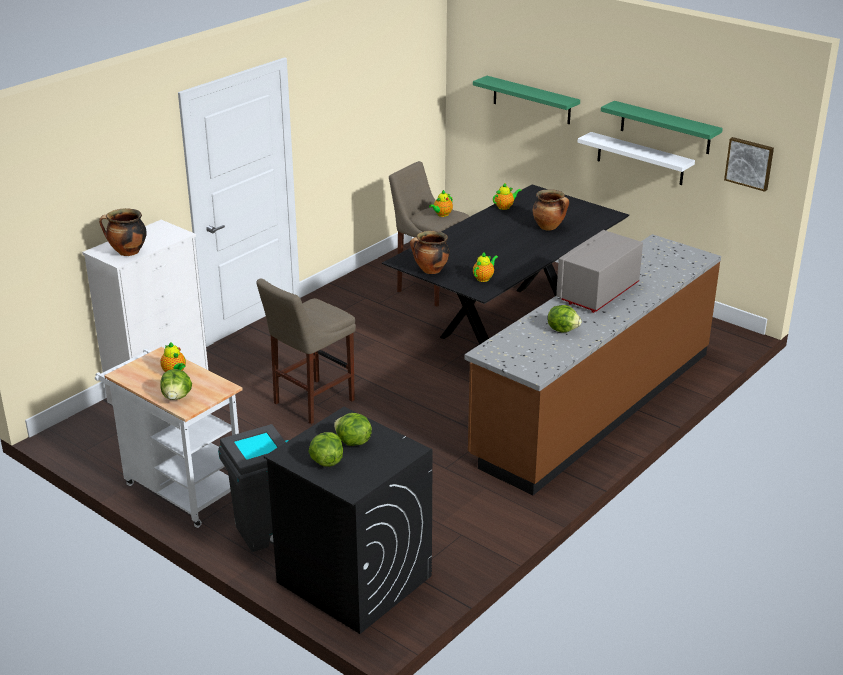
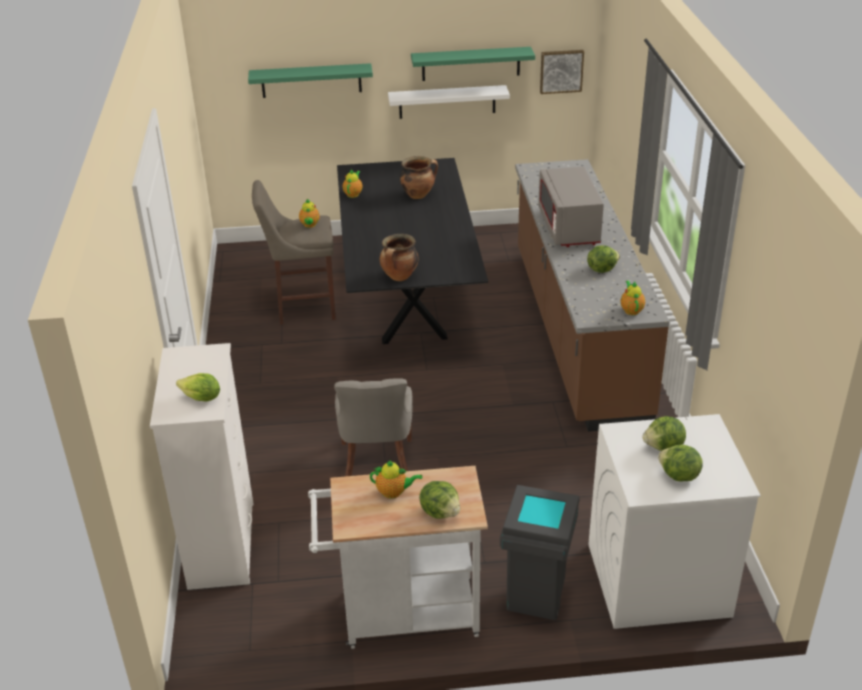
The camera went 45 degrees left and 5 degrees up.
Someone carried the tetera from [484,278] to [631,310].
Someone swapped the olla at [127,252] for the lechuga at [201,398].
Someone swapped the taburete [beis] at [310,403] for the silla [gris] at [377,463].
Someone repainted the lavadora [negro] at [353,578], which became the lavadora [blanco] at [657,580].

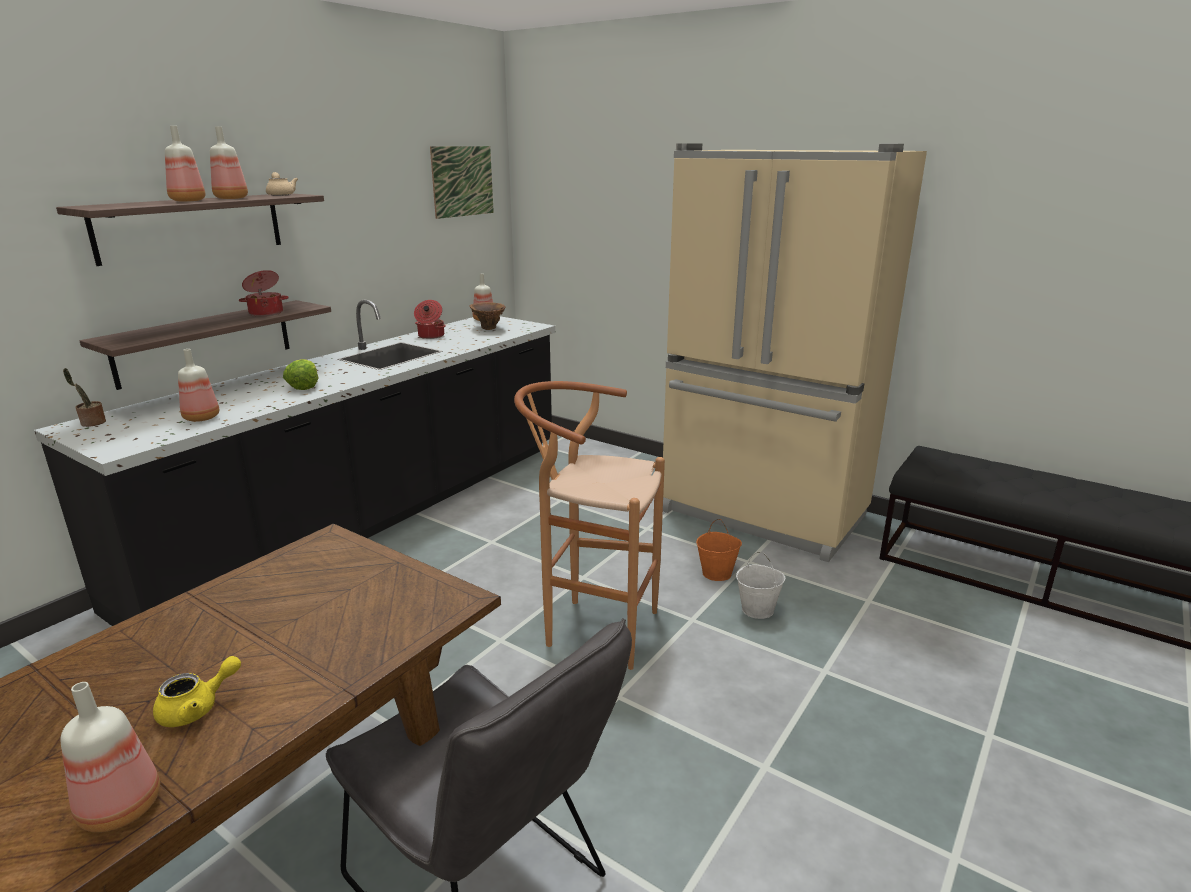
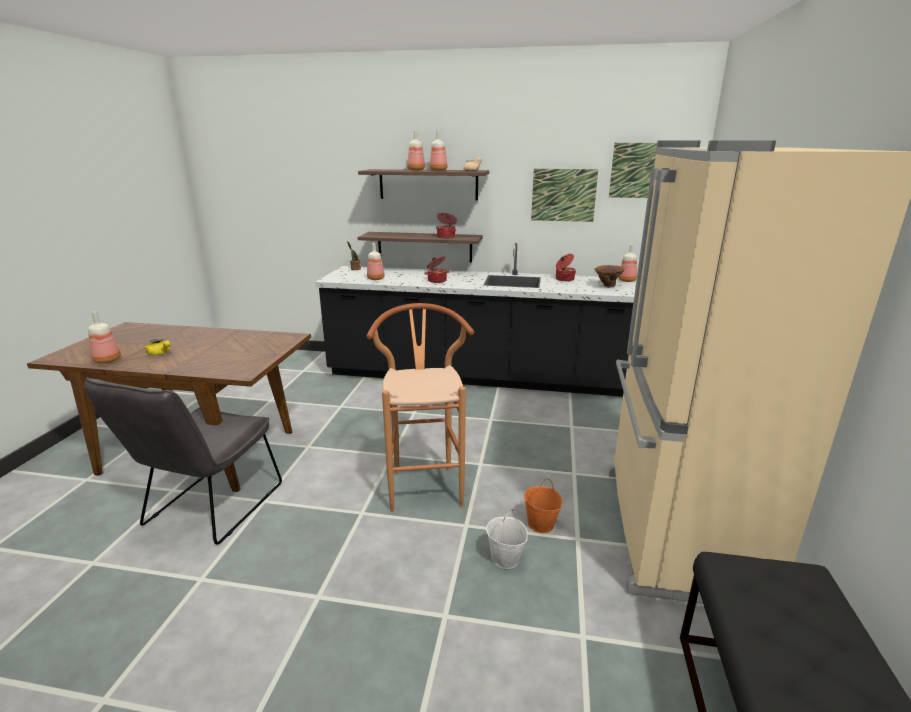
The camera went 65 degrees right and 0 degrees up.
Someone put up the cuadro at [563,195].
Someone swapped the lechuga at [304,386] for the olla at [437,280].

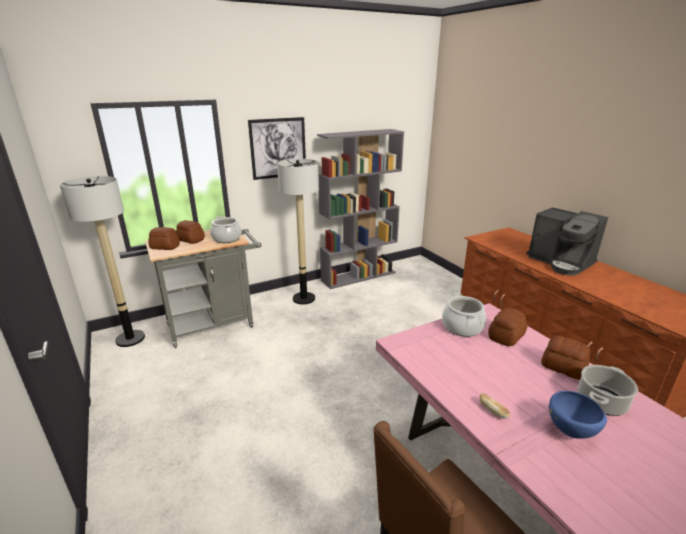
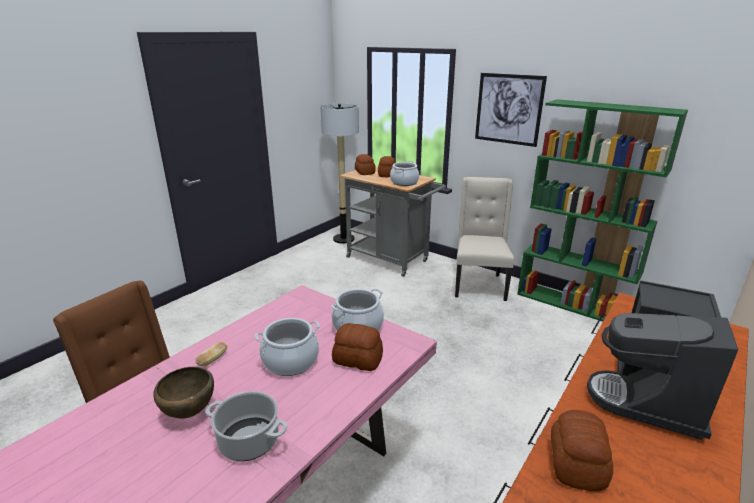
The camera went 65 degrees right and 0 degrees up.
Someone put down the olla at [290,361].
Someone carried the pan from [563,367] to [577,463].
Someone swapped the lámpara de pie at [303,298] for the silla [beis] at [478,285].
Someone repainted the estantería [gris] at [359,276], which became the estantería [verde] at [573,304].
Someone repainted the cuenco [azul] at [570,432], which became the cuenco [marrón] at [189,413].

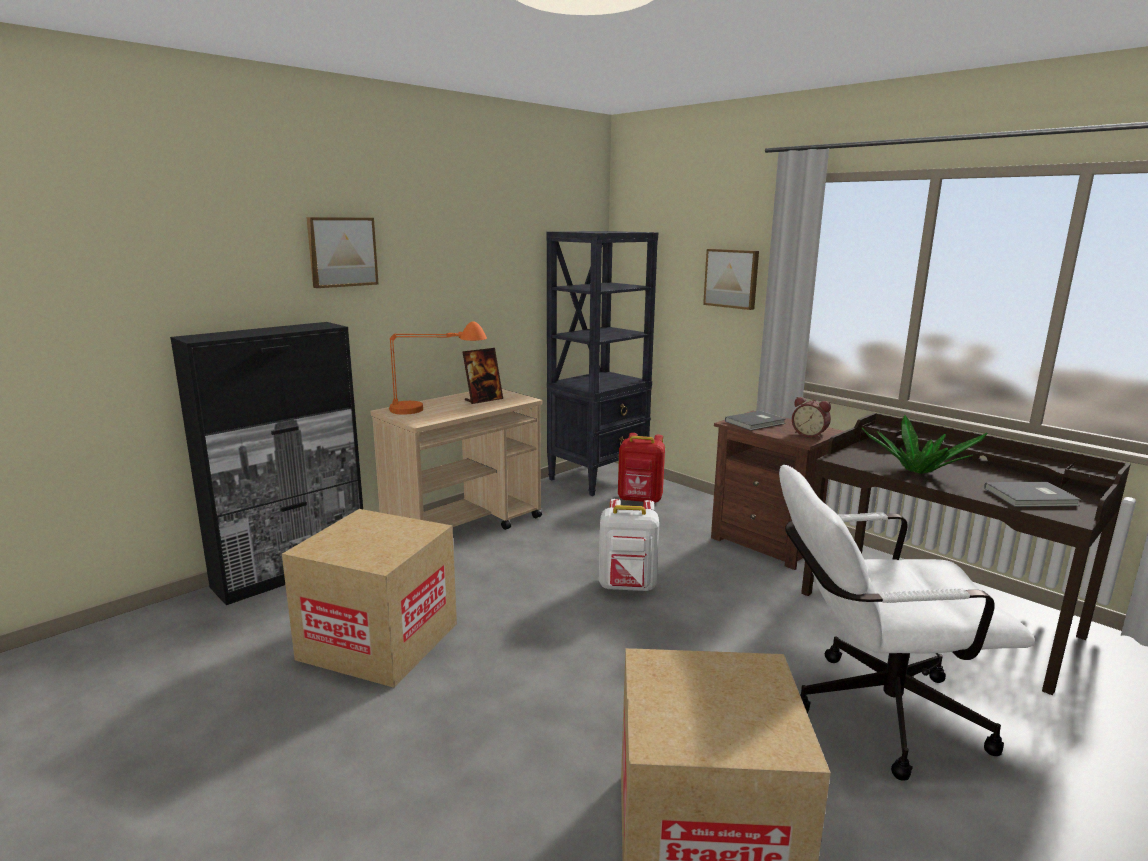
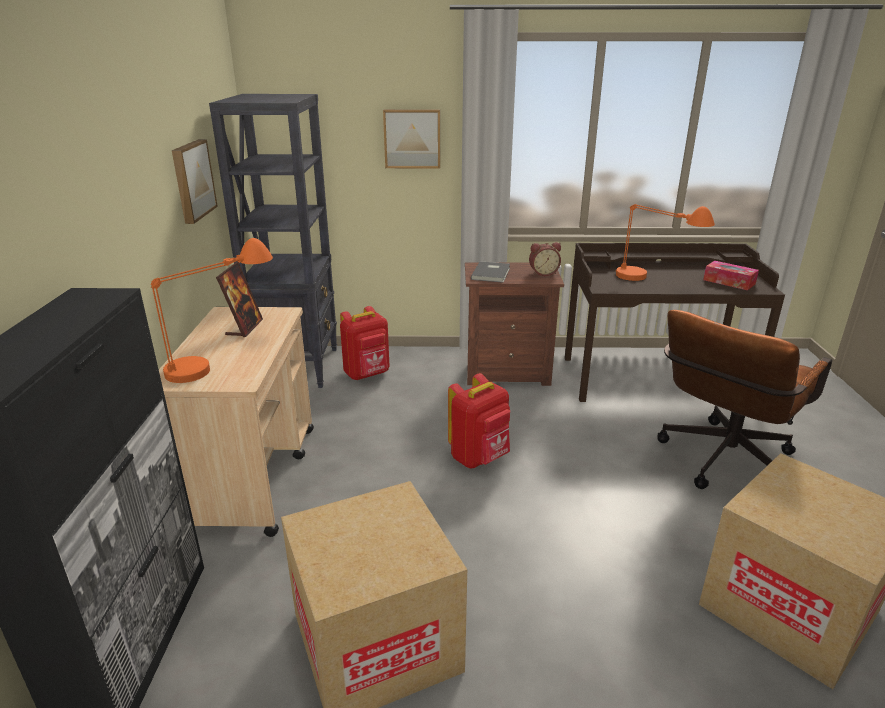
The camera went 45 degrees left and 10 degrees up.
Someone carried the cuadro from [342,252] to [191,180].
Someone swapped the planta en maceta at [917,471] for the lámpara de mesa [naranja] at [653,282].
Someone swapped the libro [gris] at [1032,497] for the caja de pañuelos at [729,282].
Someone repainted the mochila [blanco] at [627,587], which became the mochila [rojo] at [479,457].
Someone repainted the silla de oficina [blanco] at [870,712], which became the silla de oficina [marrón] at [721,464].

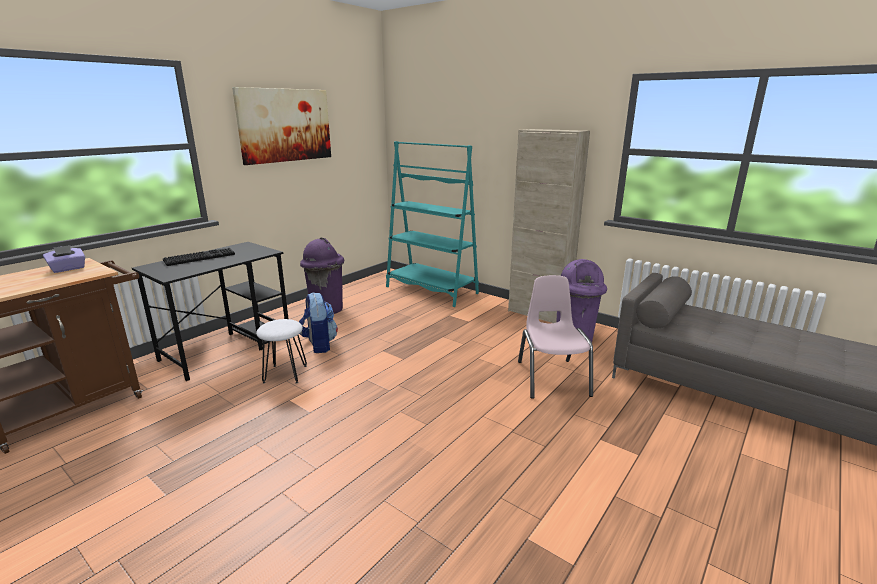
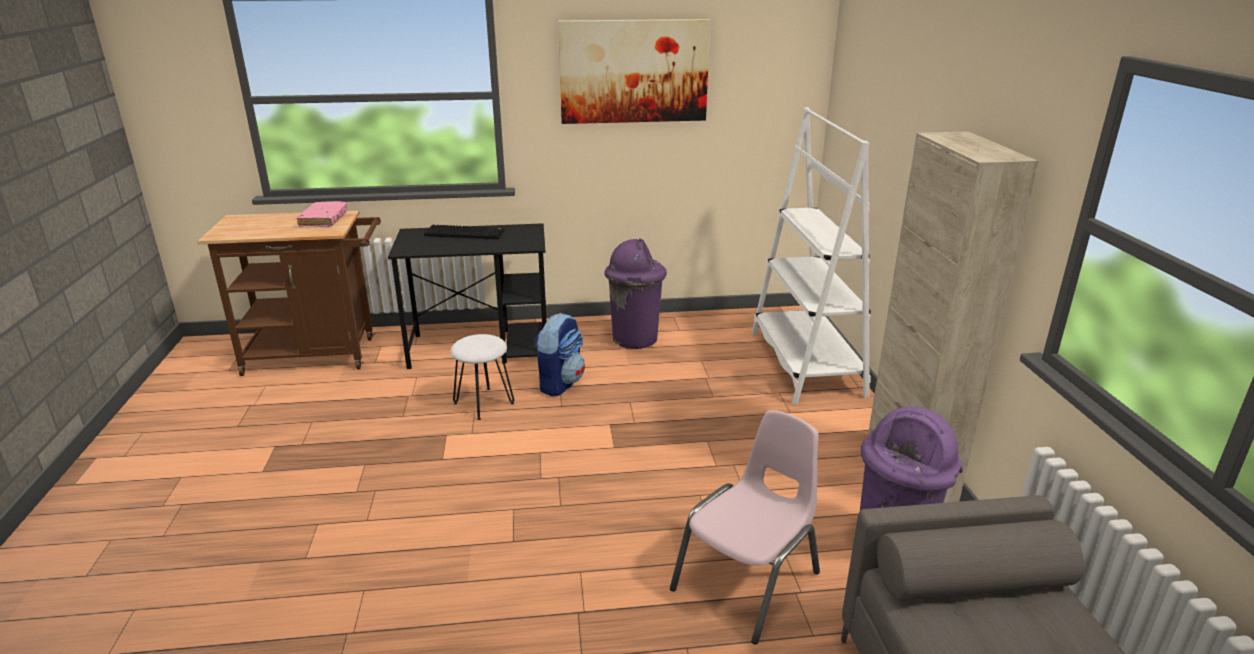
The camera went 45 degrees right and 5 degrees up.
Someone swapped the caja de pañuelos [morado] at [68,269] for the libro [rosa] at [324,220].
Someone repainted the estantería [turquesa] at [431,290], which became the estantería [blanco] at [805,363].

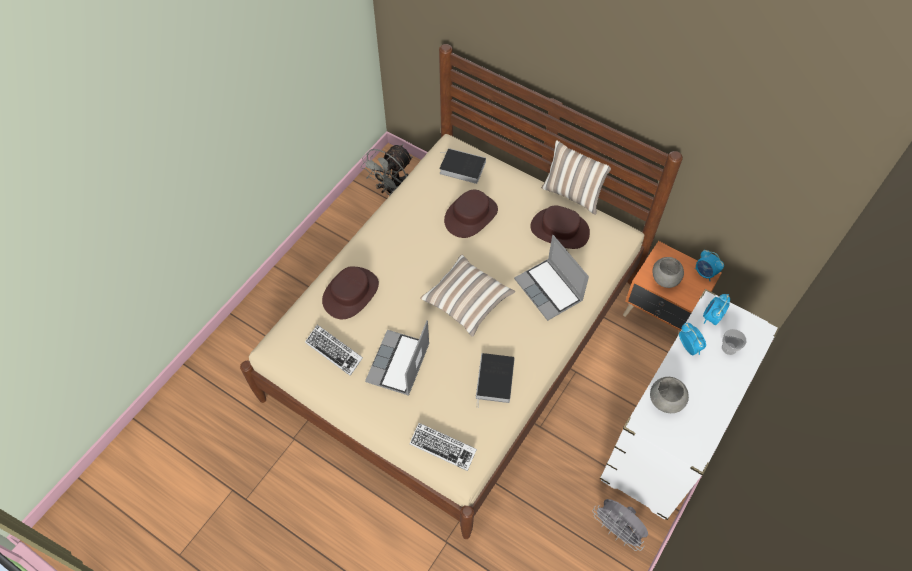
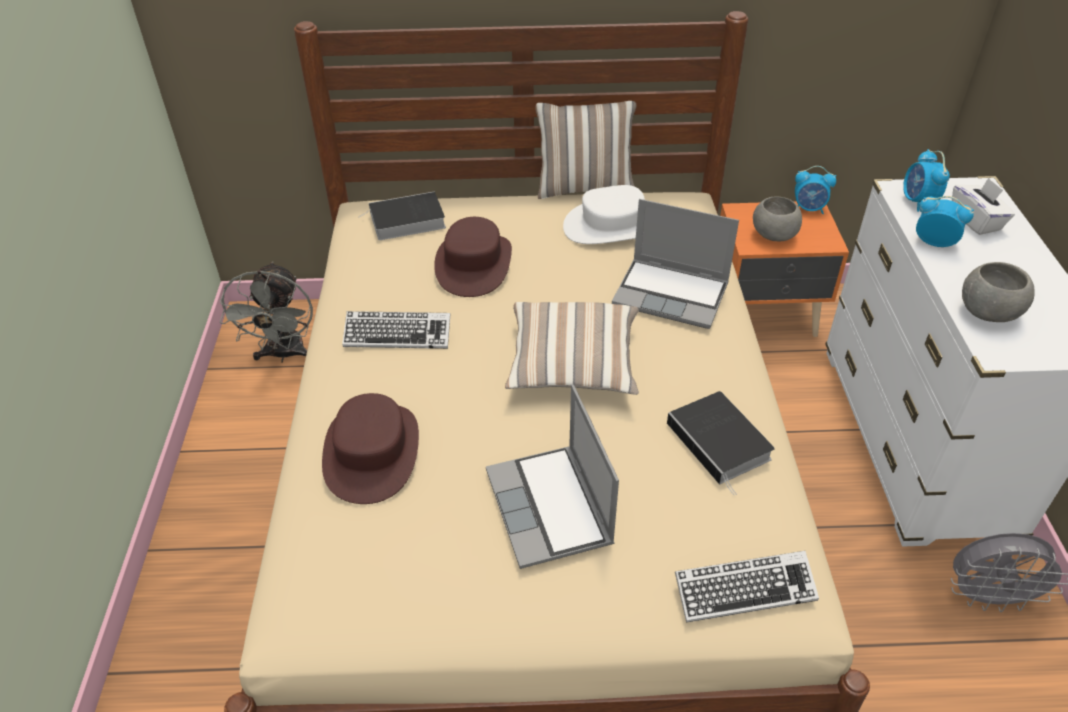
The camera went 35 degrees left and 15 degrees down.
Someone carried the teclado from [334,351] to [397,335].
Someone swapped the taza at [729,348] for the caja de pañuelos [blanco] at [976,221].
Someone repainted the sombrero [marrón] at [559,230], which became the sombrero [blanco] at [612,226].

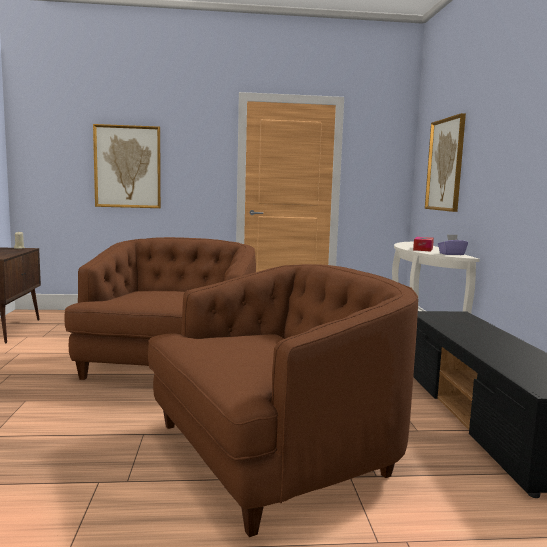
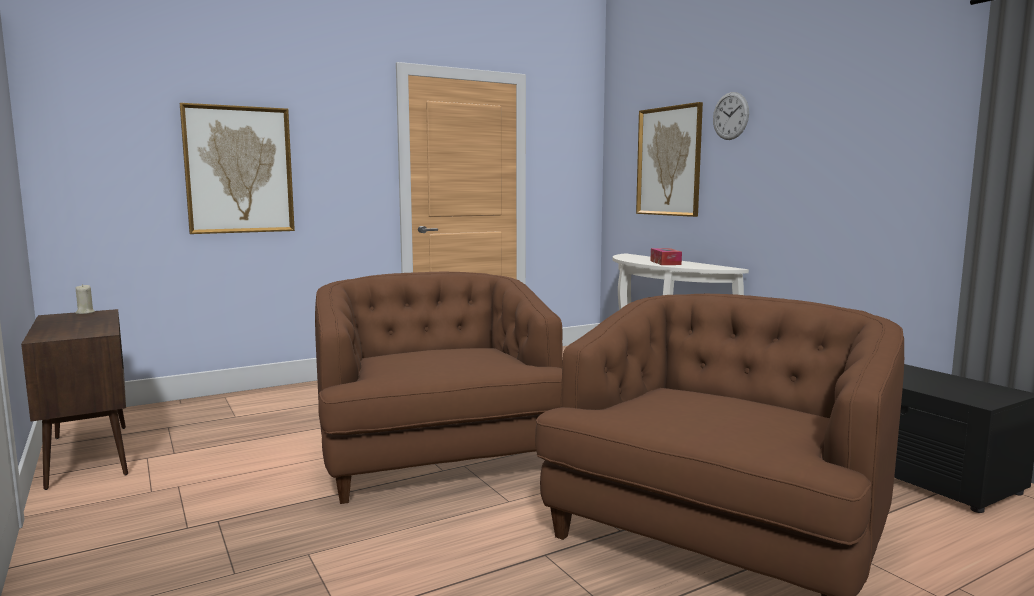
The camera went 25 degrees left and 0 degrees up.
Someone took away the caja de pañuelos [morado] at [451,254].
Someone put up the reloj de pared at [730,116].

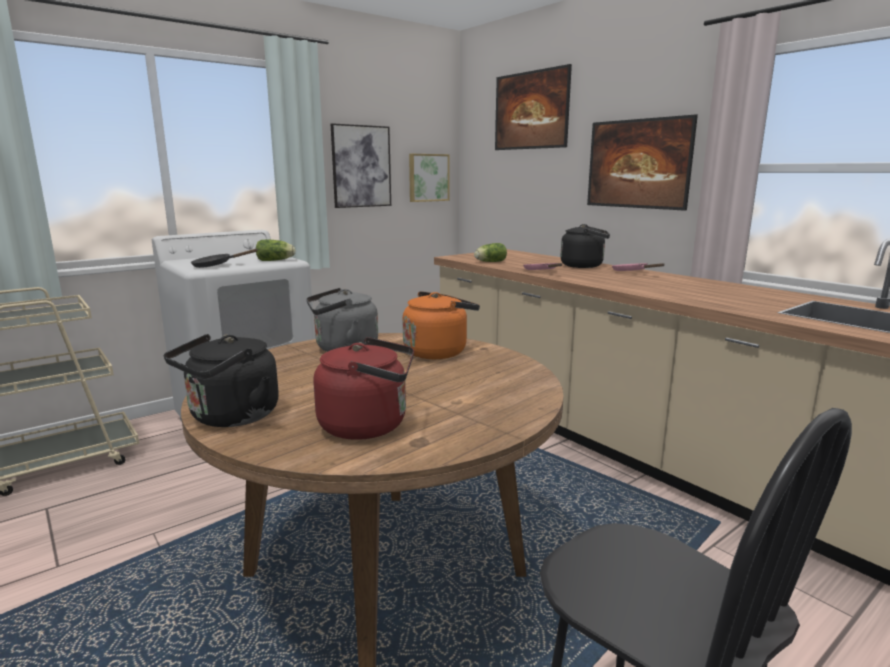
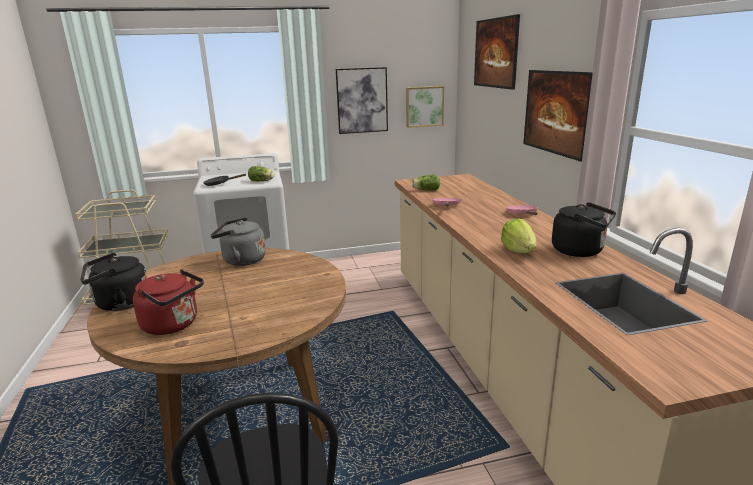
The camera went 25 degrees right and 5 degrees up.
Someone took away the hervidor [naranja] at [438,352].
Someone put down the lechuga at [519,251].
Someone carried the hervidor [negro] from [584,266] to [580,251].

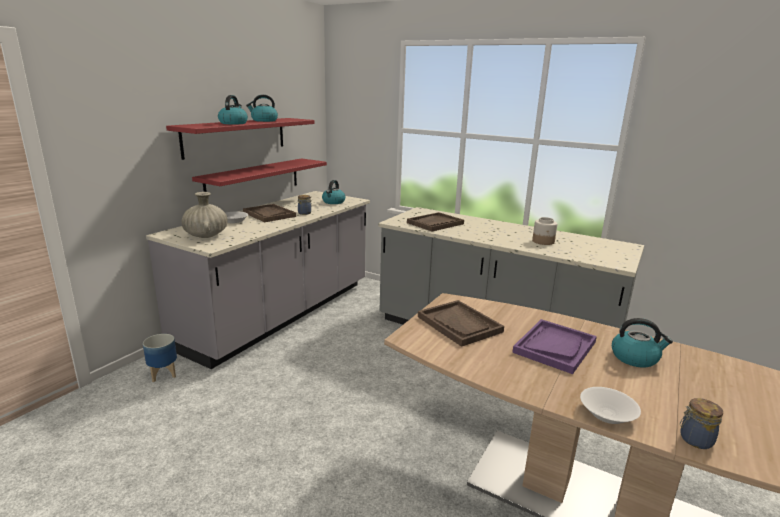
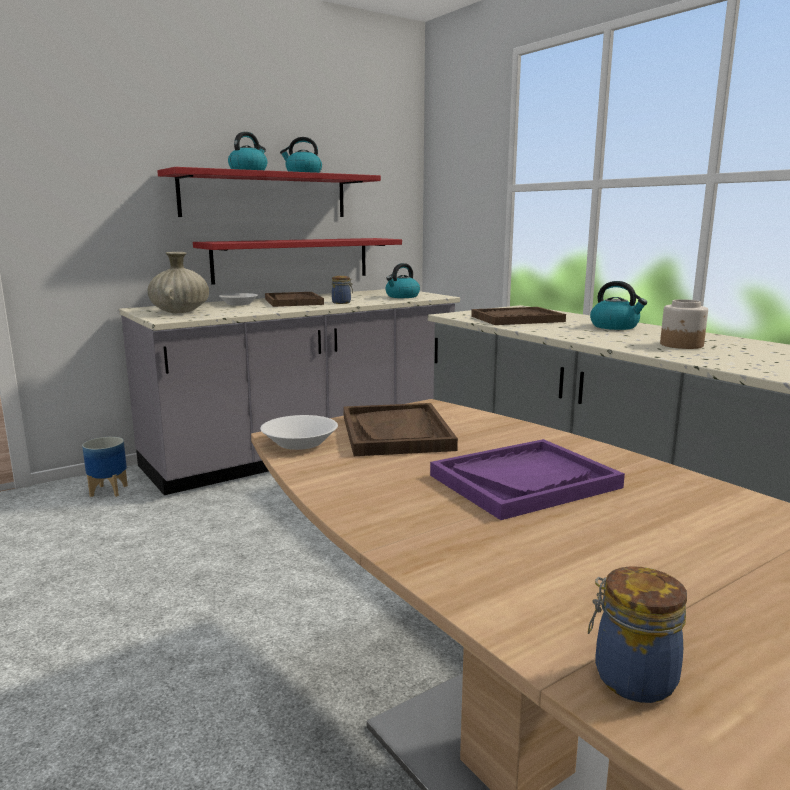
The camera went 25 degrees right and 5 degrees down.
Someone carried the cuenco [blanco] from [607,413] to [301,442].
Someone carried the hervidor from [635,358] to [615,326].

